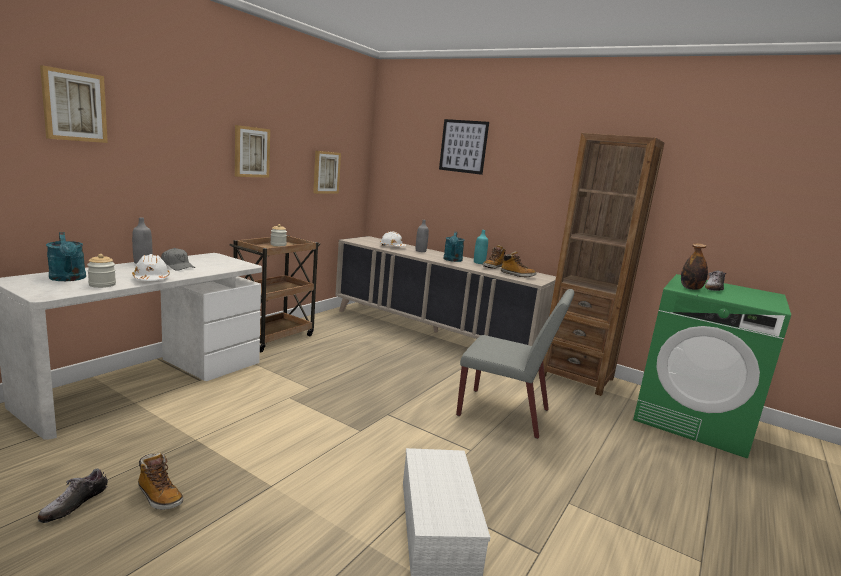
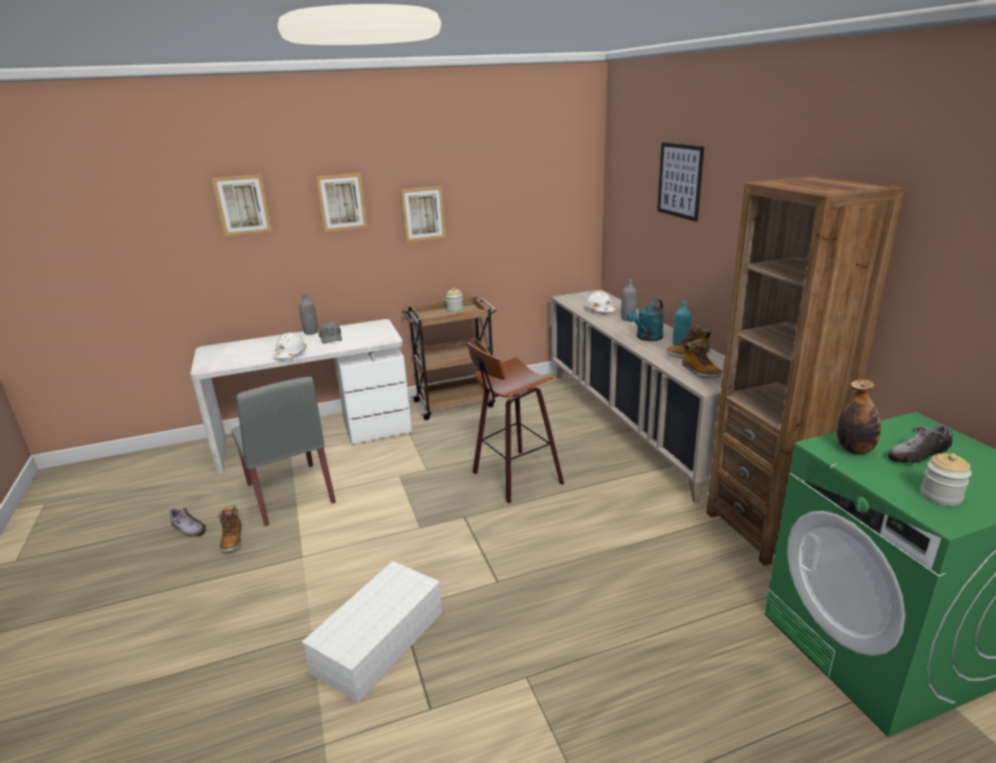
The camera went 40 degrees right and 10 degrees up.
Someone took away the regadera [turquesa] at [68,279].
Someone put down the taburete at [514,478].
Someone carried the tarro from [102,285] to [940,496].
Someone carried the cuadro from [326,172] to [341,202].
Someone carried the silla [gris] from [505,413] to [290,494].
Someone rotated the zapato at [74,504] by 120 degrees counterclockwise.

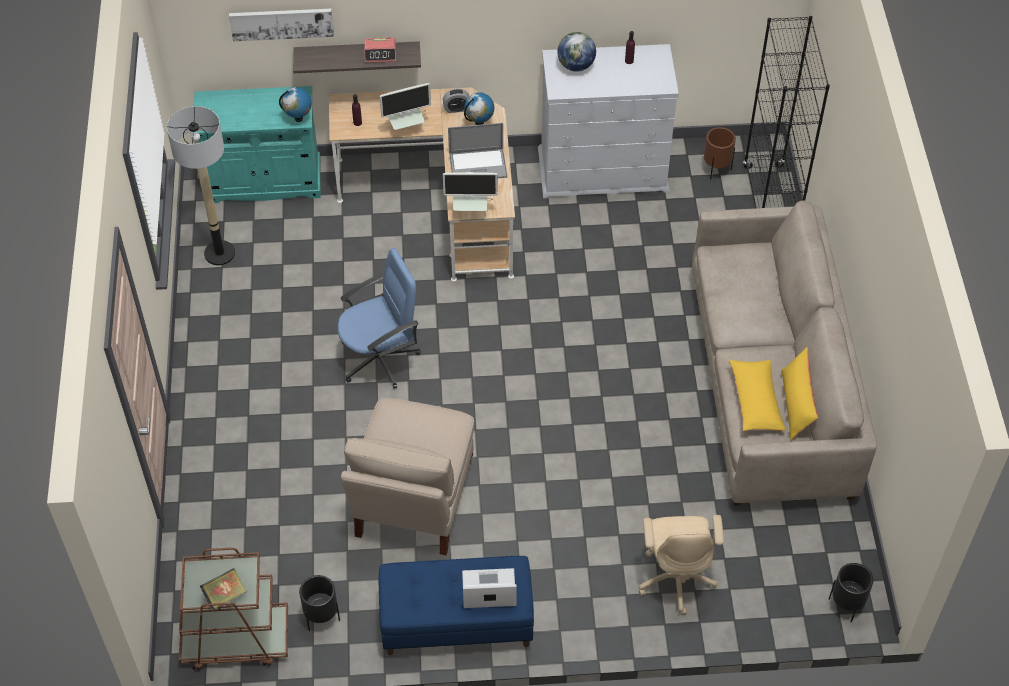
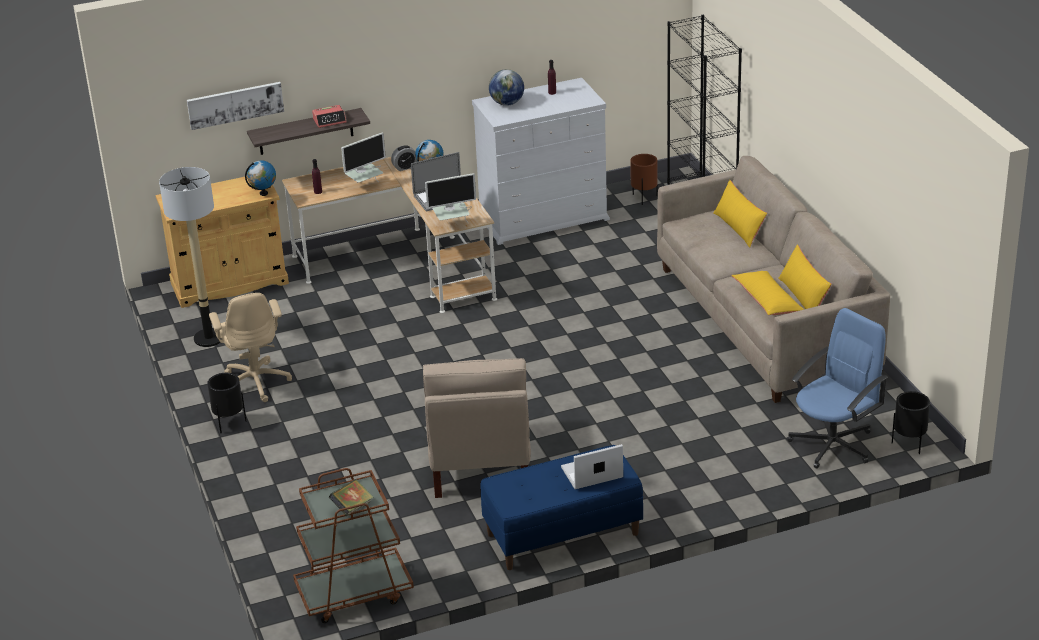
The camera went 15 degrees left and 20 degrees down.
Someone put down the cojín [amarillo] at [739,228].
Someone carried the maceta [negro] from [321,617] to [229,423].
Someone carried the silla de oficina [azul] from [380,358] to [833,444].
Someone carried the silla de oficina [beis] from [676,578] to [255,382].
Someone repainted the armario [turquesa] at [264,181], which became the armario [beis] at [229,283].

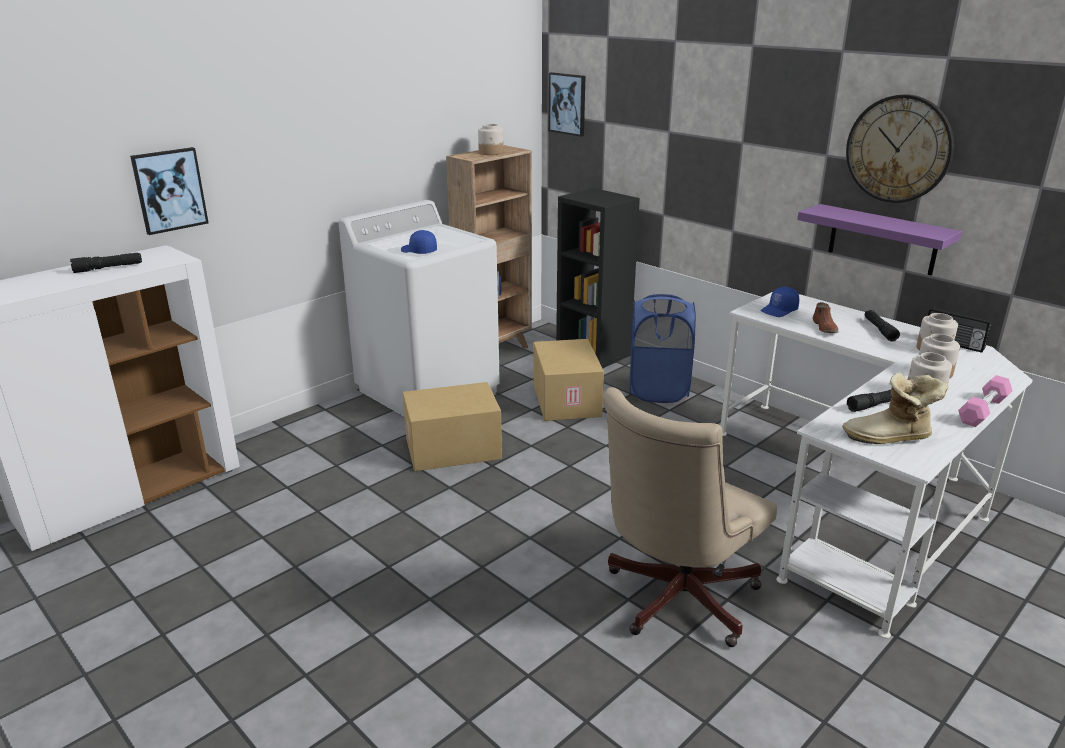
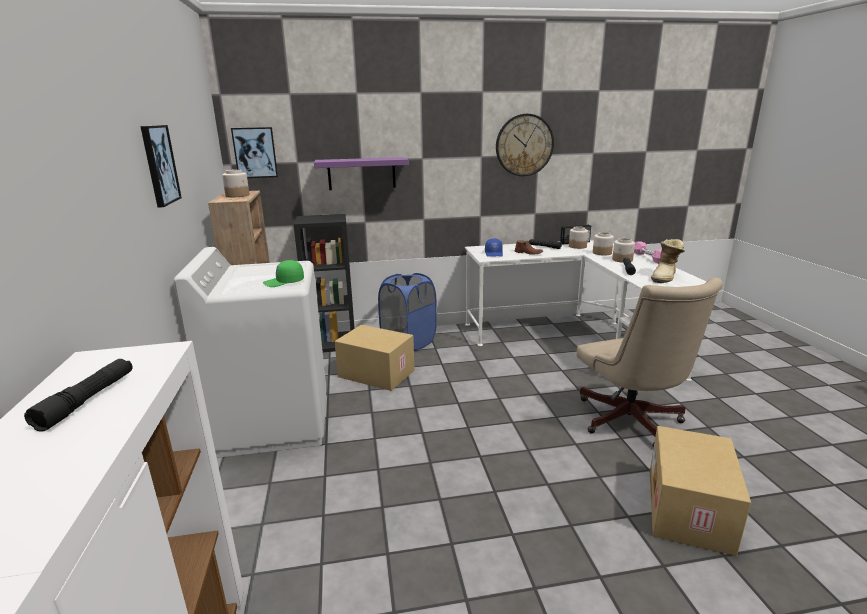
The camera went 55 degrees left and 5 degrees down.
Someone carried the cuadro from [169,190] to [159,165].
Someone carried the caja de cartón from [452,450] to [690,511].
Someone carried the estante [morado] from [882,240] to [361,173].
Someone repainted the gorra [azul] at [418,251], which became the gorra [verde] at [284,282].

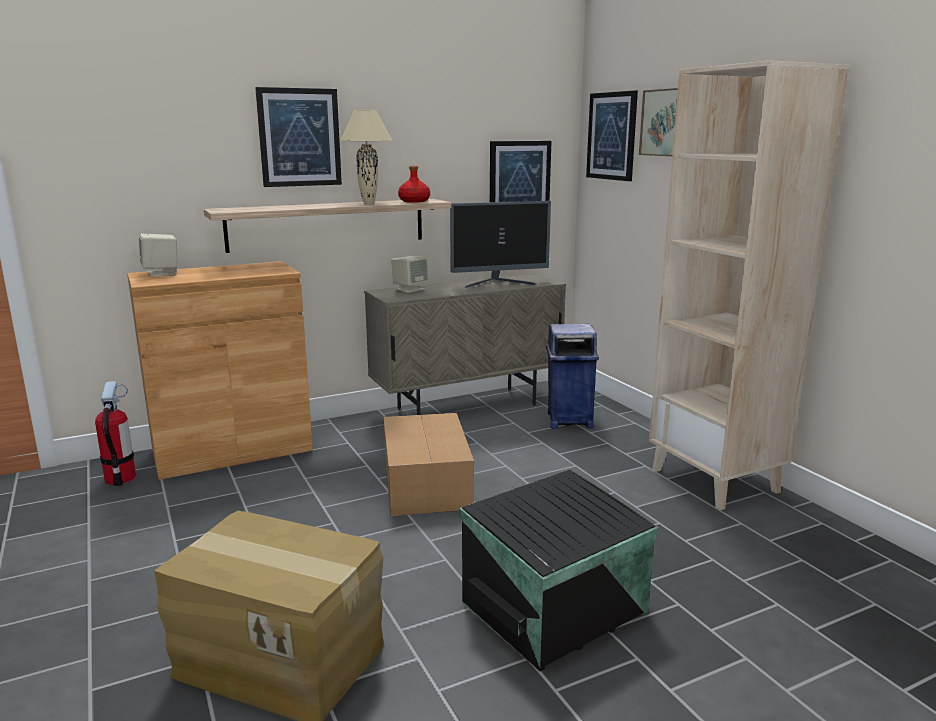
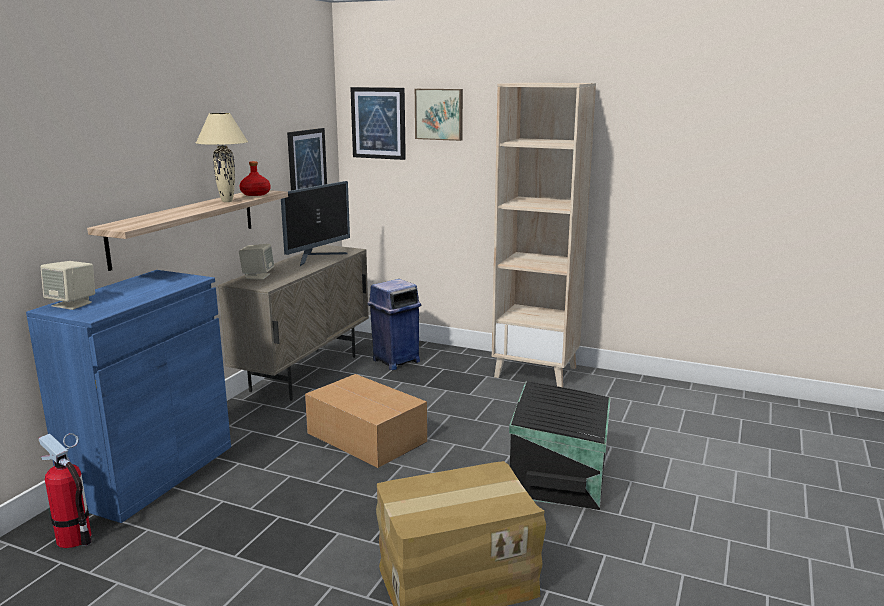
The camera went 40 degrees left and 0 degrees up.
Someone took away the cuadro at [299,137].
Someone repainted the armario [marrón] at [232,450], which became the armario [azul] at [151,473].

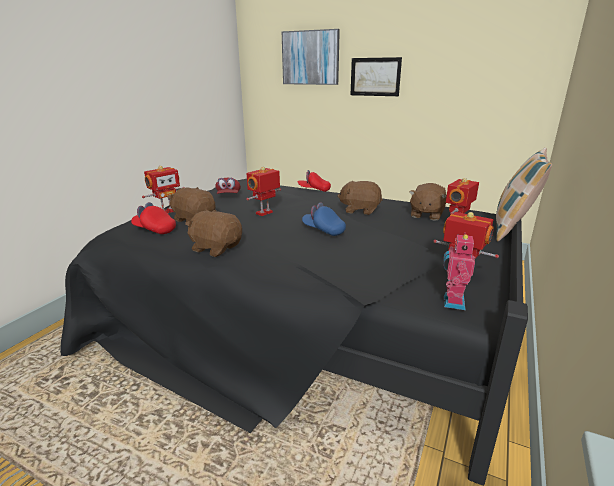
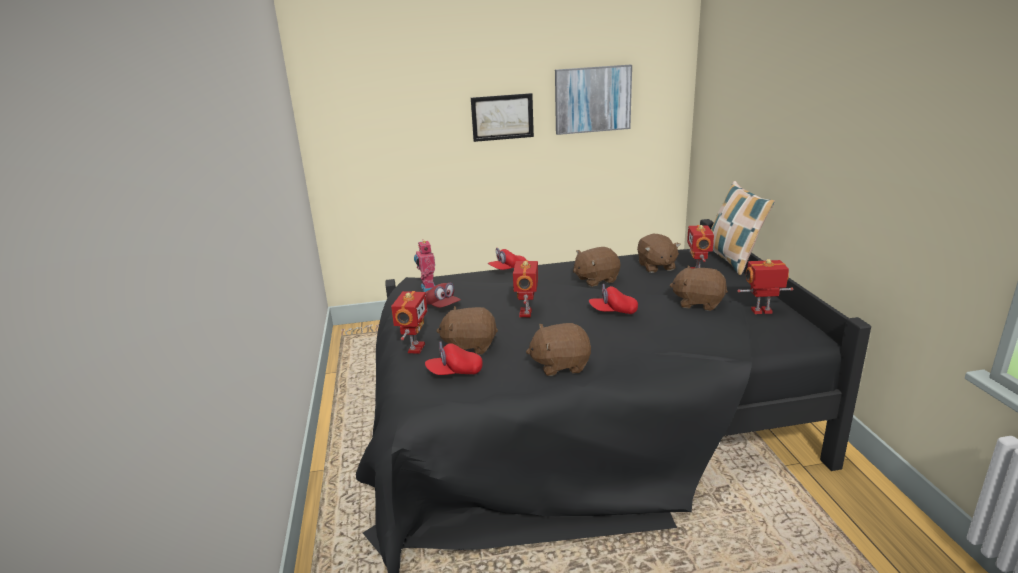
The camera went 35 degrees left and 0 degrees up.
Someone put down the peluche [marrón] at [698,303].
Someone carried the cuadro from [310,58] to [592,99].
Someone carried the robot de juguete from [452,302] to [427,288].
Someone repainted the gorra [azul] at [323,230], which became the gorra [rojo] at [613,312].

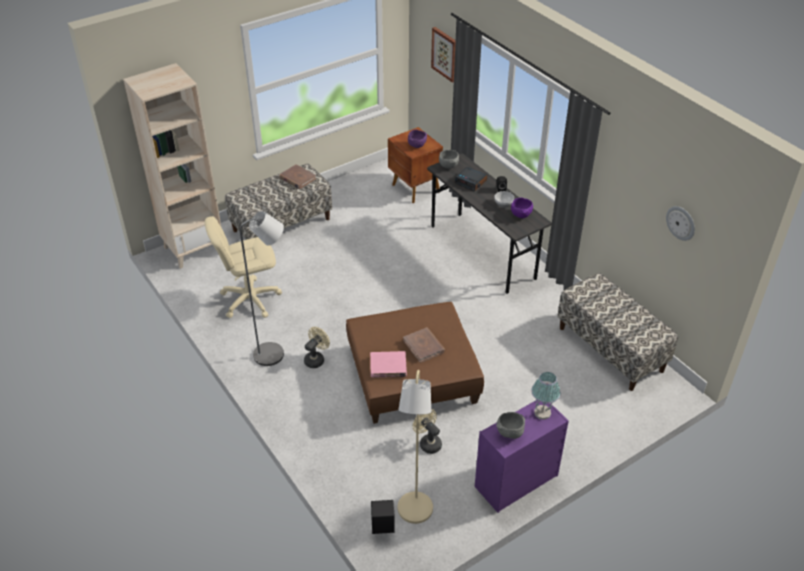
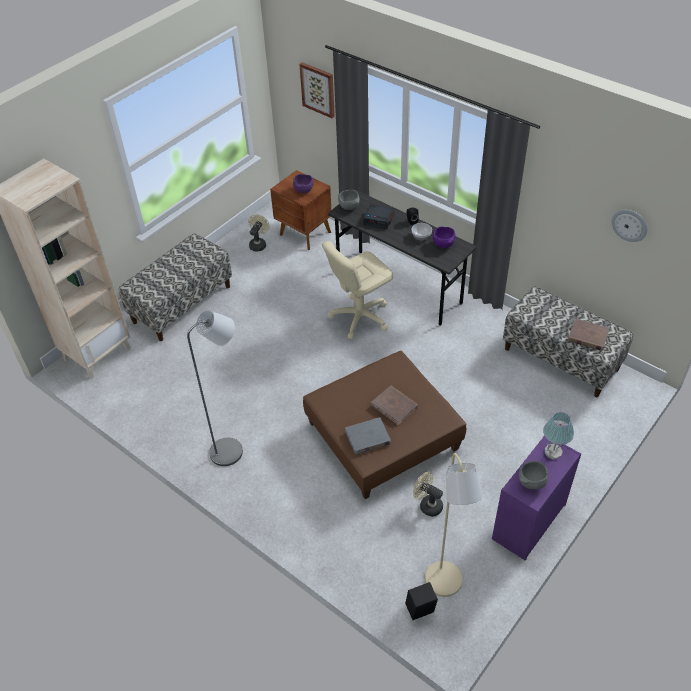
The camera went 15 degrees left and 5 degrees up.
Someone carried the silla de oficina [beis] from [250,299] to [360,316].
Someone carried the libro [marrón] from [297,178] to [587,336].
Someone carried the ventilador [beis] from [316,359] to [258,244].
Someone repainted the libro [rosa] at [388,366], which became the libro [gris] at [368,438].

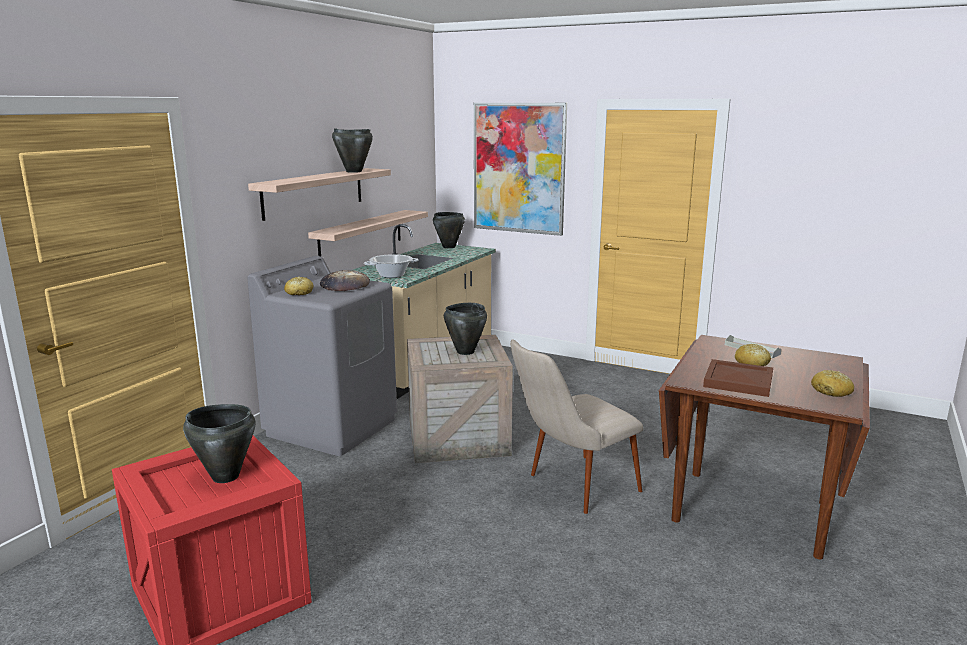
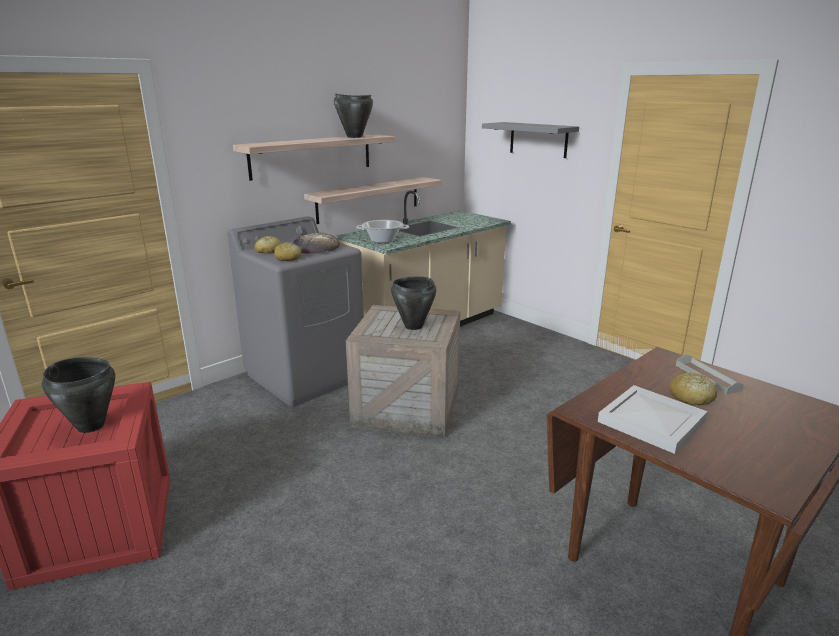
The camera went 20 degrees right and 5 degrees up.
Someone took away the olla [negro] at [449,247].
Someone took away the silla [beis] at [570,488].
Someone carried the pan from [831,391] to [288,258].
Someone swapped the cuadro at [518,168] for the estante [gris] at [538,139].
Someone repainted the bandeja [marrón] at [737,380], which became the bandeja [blanco] at [650,420].

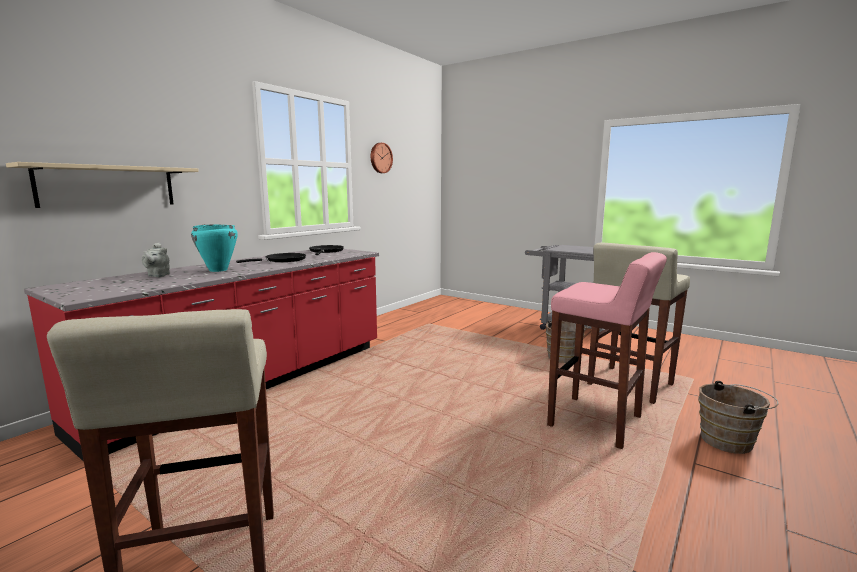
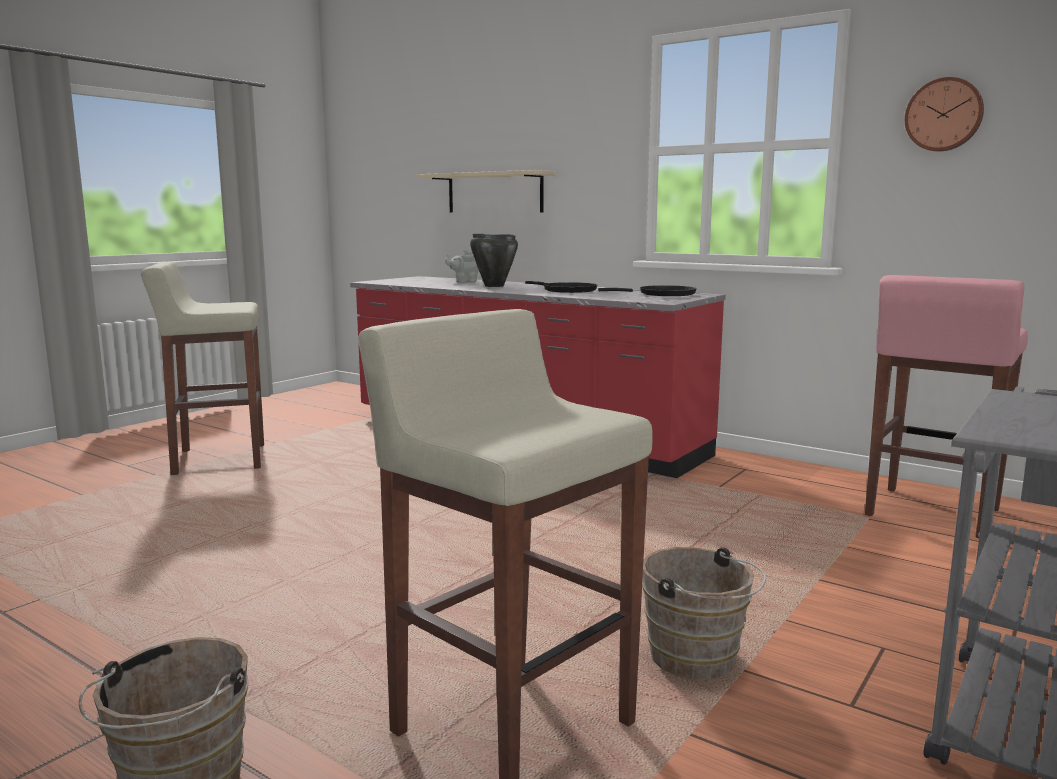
The camera went 90 degrees right and 0 degrees up.
Someone carried the taburete [rosa] from [596,422] to [931,513].
Someone repainted the olla [turquesa] at [218,270], which became the olla [negro] at [493,286].

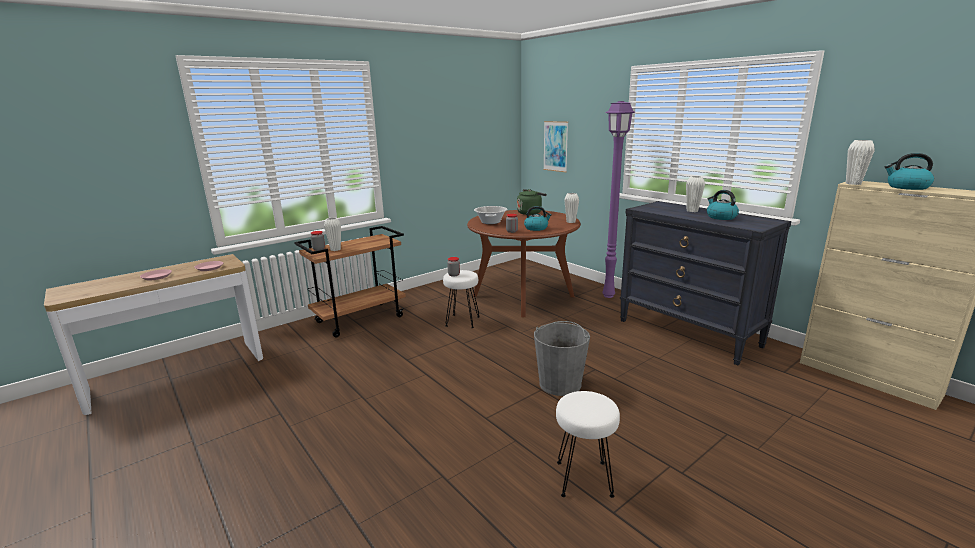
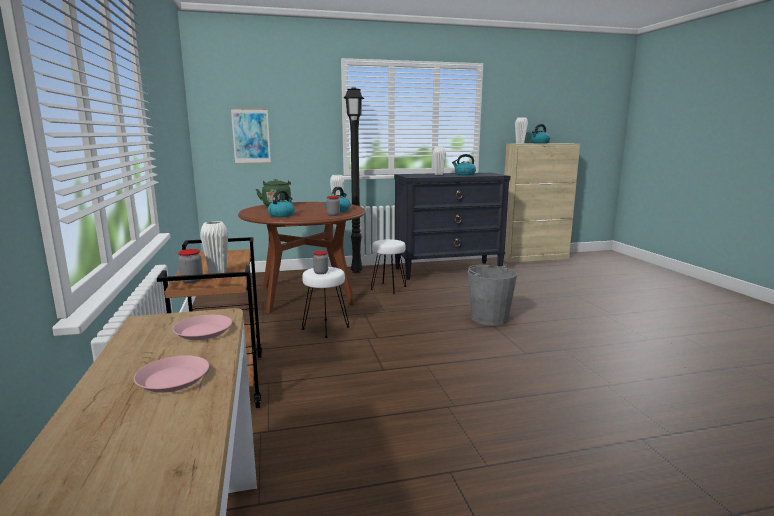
The camera went 65 degrees left and 5 degrees down.
Someone carried the taburete [blanco] from [584,479] to [388,288].
Someone swapped the olla at [490,222] for the hervidor at [282,215].
Someone repainted the lámpara de pie [morado] at [609,296], which became the lámpara de pie [negro] at [357,271].

